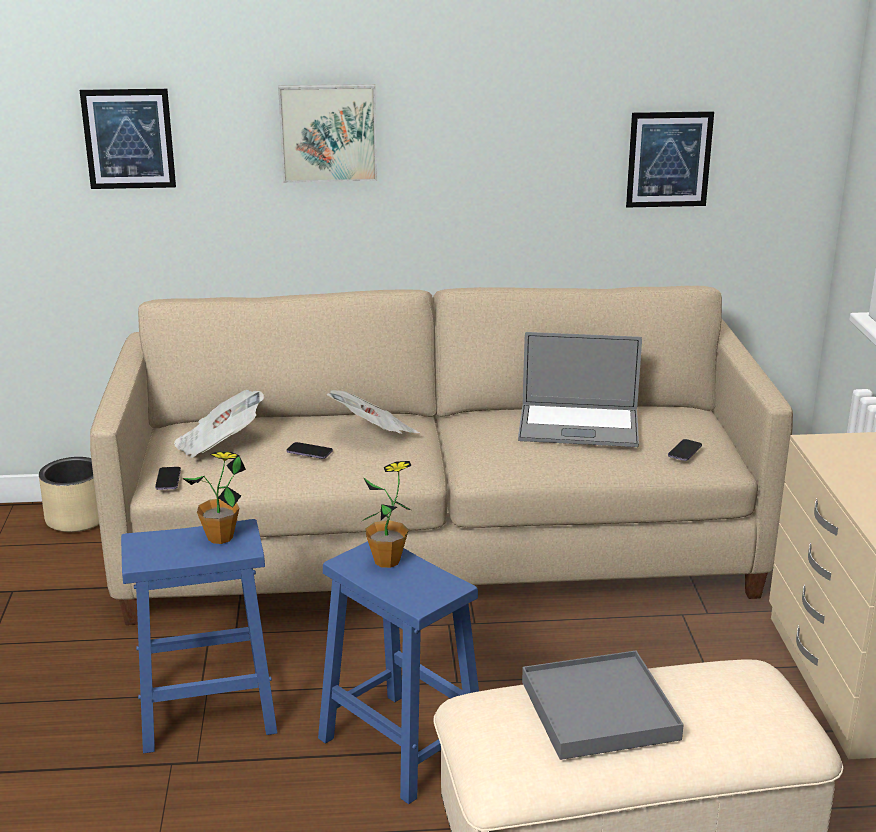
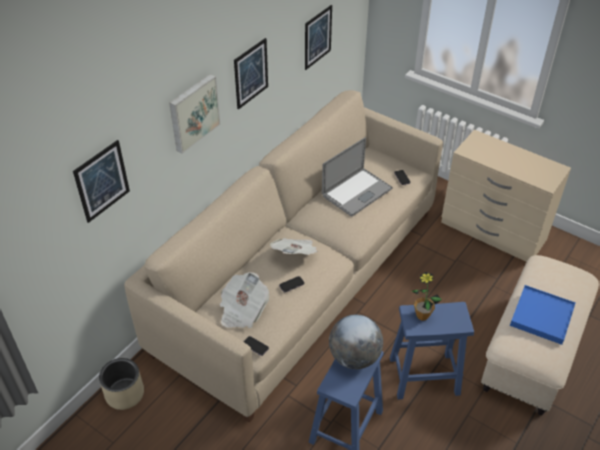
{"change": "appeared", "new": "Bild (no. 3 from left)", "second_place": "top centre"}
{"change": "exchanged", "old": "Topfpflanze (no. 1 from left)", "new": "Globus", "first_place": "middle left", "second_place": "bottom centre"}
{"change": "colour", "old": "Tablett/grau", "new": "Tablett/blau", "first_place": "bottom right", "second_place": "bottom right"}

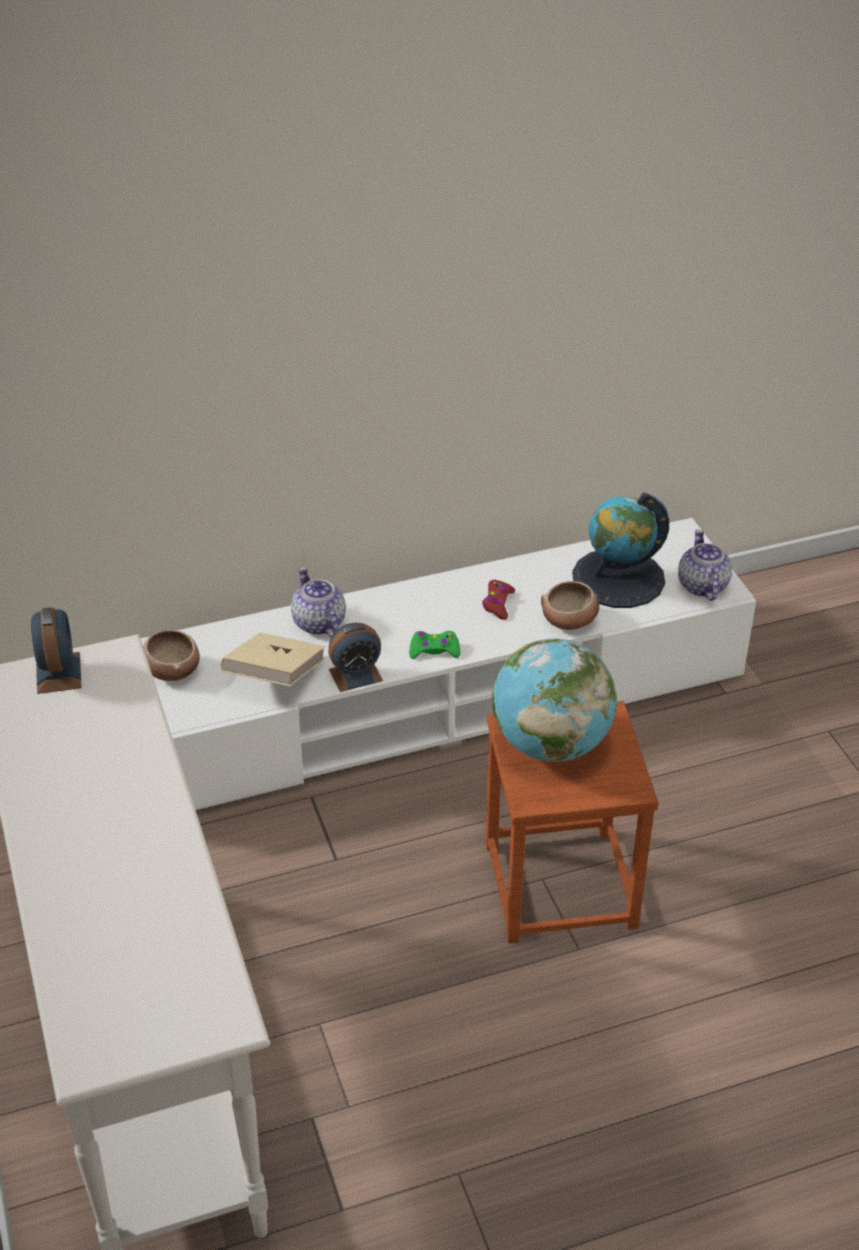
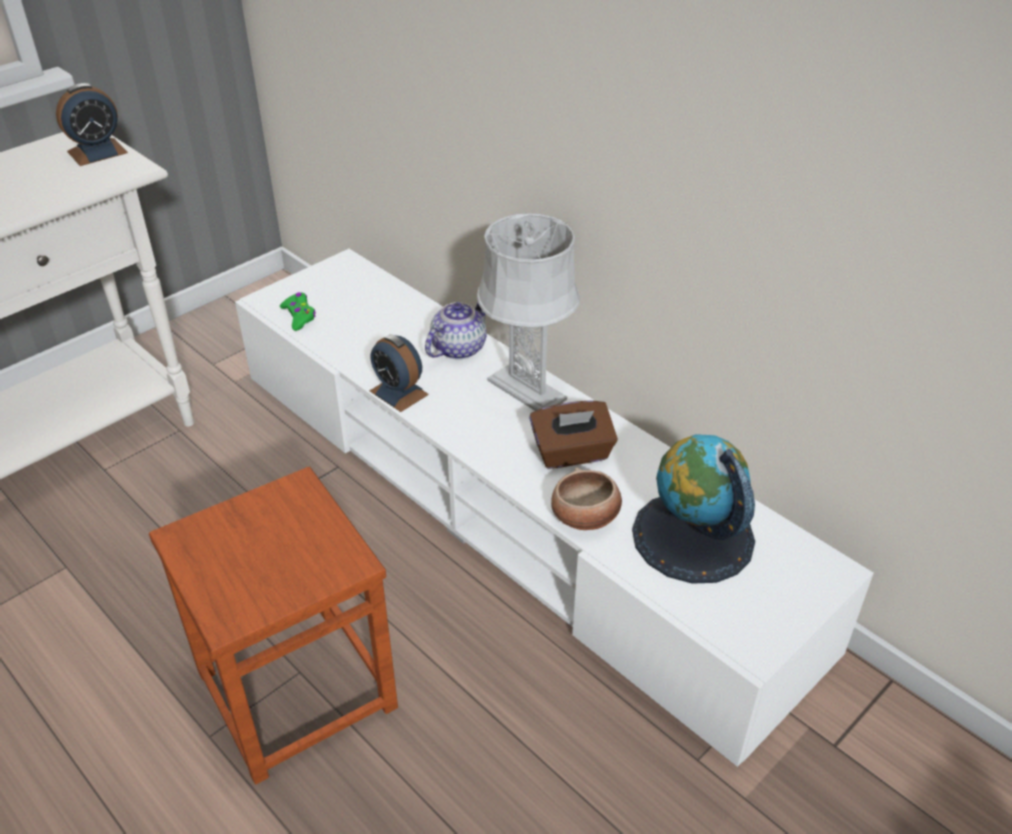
{"change": "missing", "old": "Schüssel (no. 1 from left)", "first_place": "middle left"}
{"change": "missing", "old": "Buch/beige", "first_place": "middle left"}
{"change": "missing", "old": "Globus (no. 1 from left)", "first_place": "centre"}
{"change": "missing", "old": "Teekanne (no. 2 from left)", "first_place": "middle right"}
{"change": "appeared", "new": "Tischlampe/grau", "second_place": "centre"}
{"change": "relocated", "old": "Gamepad/grün", "first_place": "centre", "second_place": "middle left"}
{"change": "exchanged", "old": "Gamepad/rot", "new": "Taschentuchbox/braun", "first_place": "centre", "second_place": "centre"}

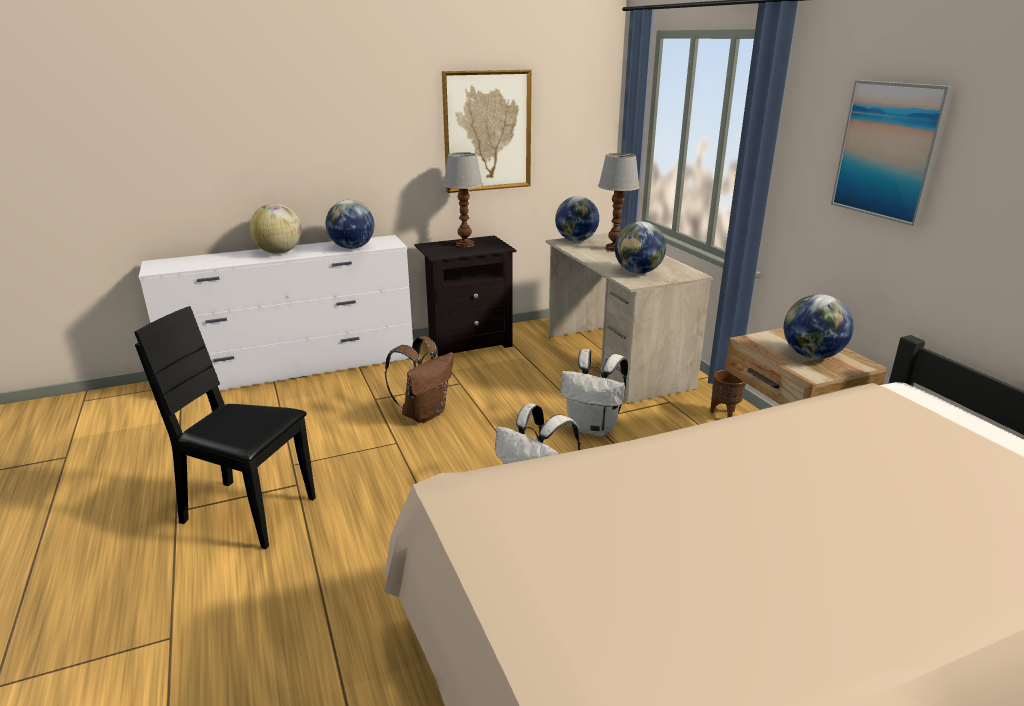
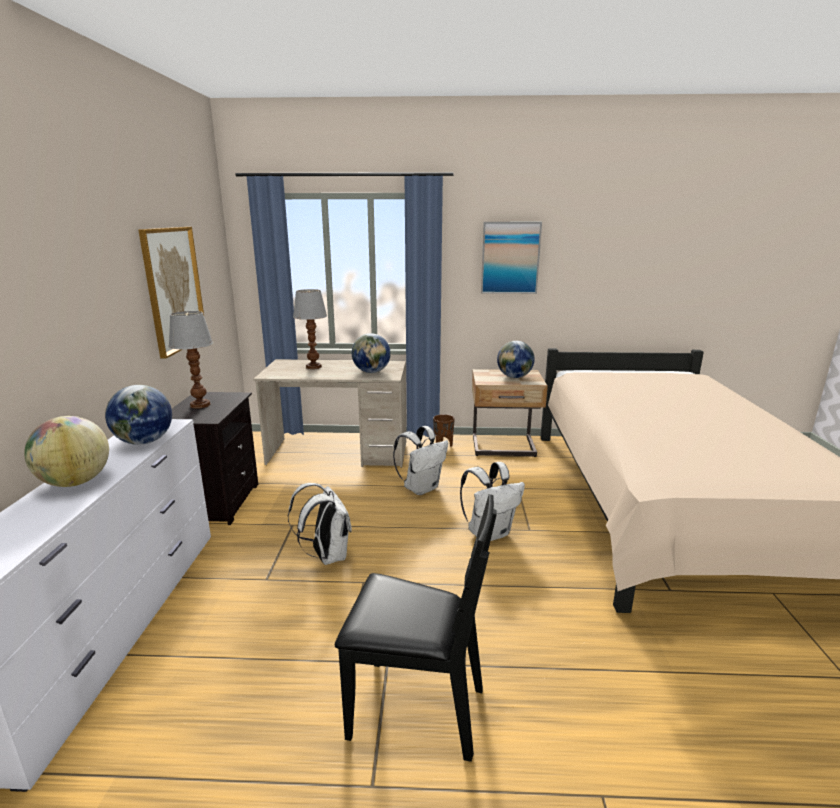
{"change": "missing", "old": "Globus (no. 3 from left)", "first_place": "top centre"}
{"change": "colour", "old": "Rucksack/braun", "new": "Rucksack/weiß (no. 1 from left)", "first_place": "centre", "second_place": "centre"}
{"change": "spun", "old": "Stuhl/schwarz", "first_place": "middle left", "second_place": "bottom centre", "degrees": -120}

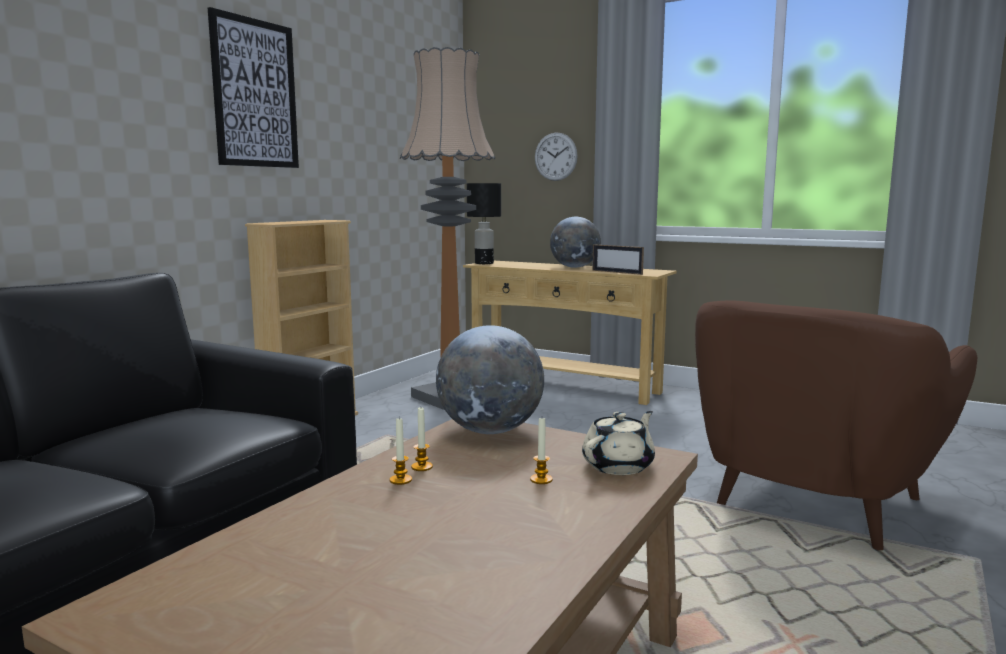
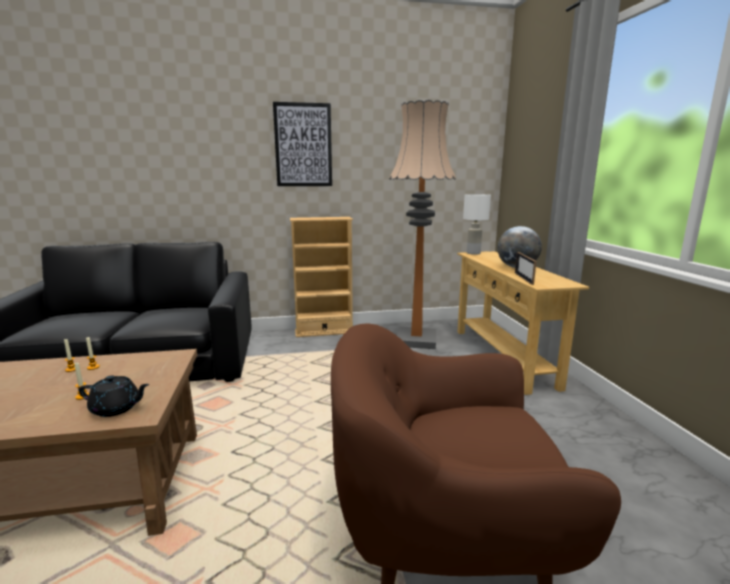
{"change": "missing", "old": "Globus (no. 1 from left)", "first_place": "centre"}
{"change": "missing", "old": "Wanduhr", "first_place": "top centre"}
{"change": "colour", "old": "Tischlampe/schwarz", "new": "Tischlampe/weiß", "first_place": "centre", "second_place": "centre"}
{"change": "colour", "old": "Teekanne/beige", "new": "Teekanne/schwarz", "first_place": "bottom centre", "second_place": "bottom left"}

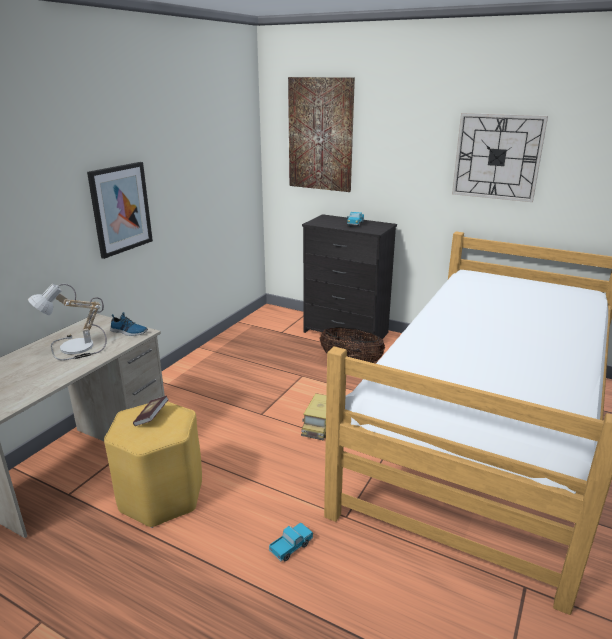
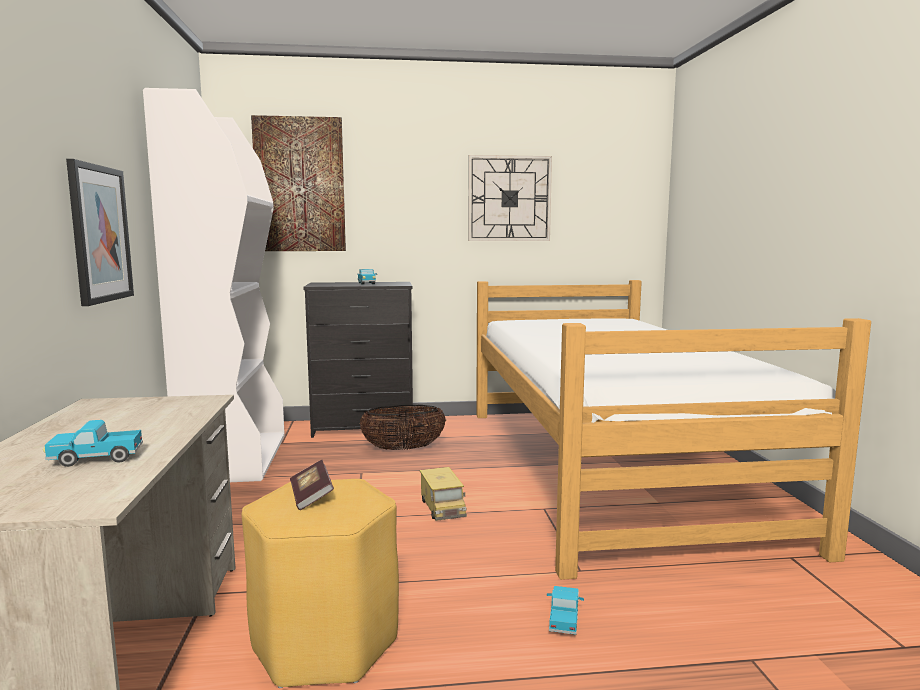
{"change": "missing", "old": "Tischlampe", "first_place": "middle left"}
{"change": "missing", "old": "Schuh", "first_place": "middle left"}
{"change": "appeared", "new": "Spielzeuglaster (no. 1 from left)", "second_place": "middle left"}
{"change": "appeared", "new": "Bücherregal/weiß", "second_place": "middle left"}

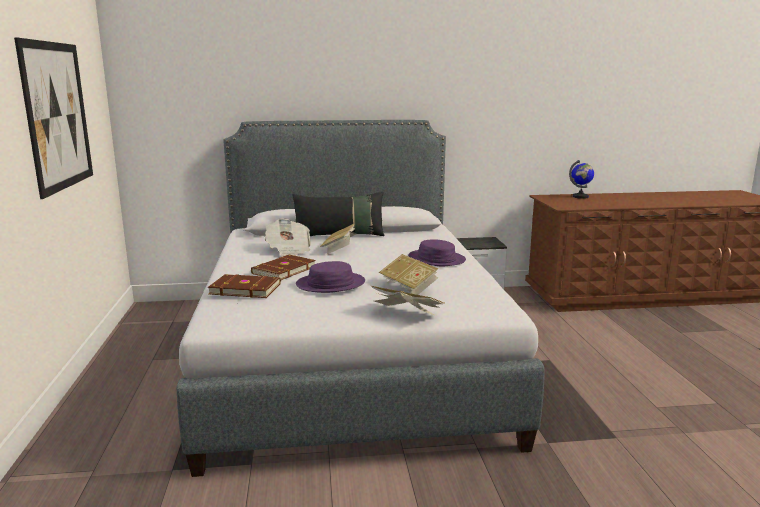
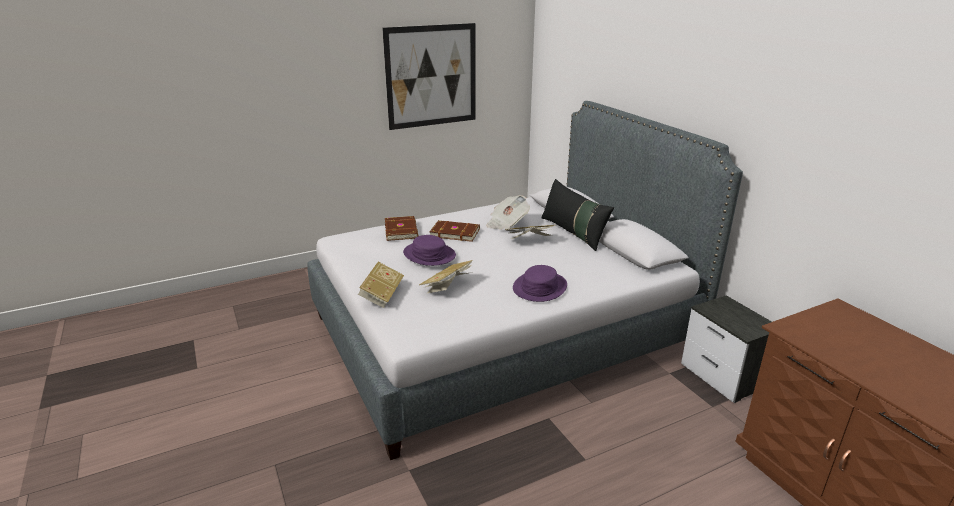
{"change": "missing", "old": "Globus", "first_place": "middle right"}

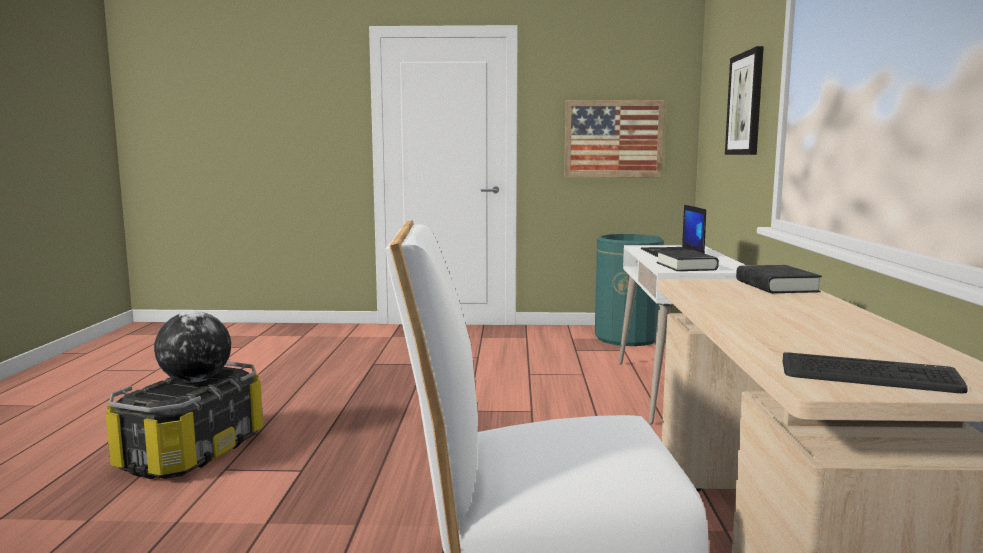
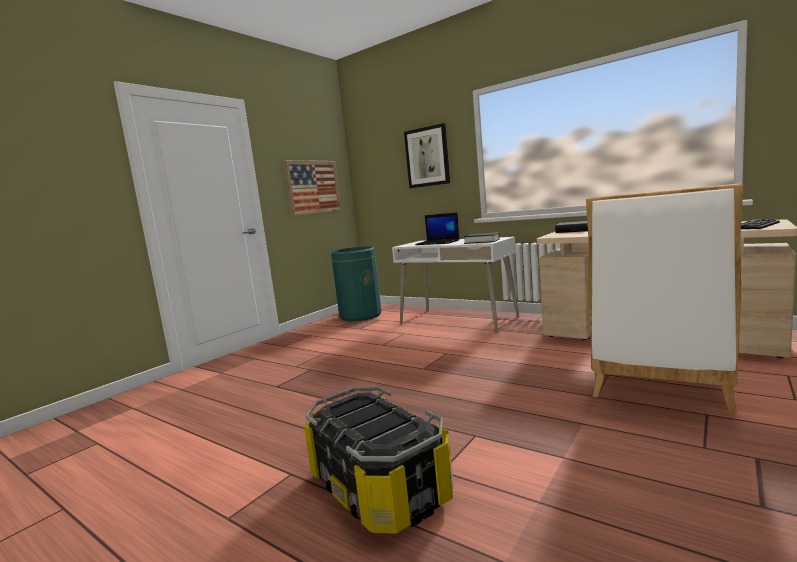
{"change": "missing", "old": "Globus", "first_place": "middle left"}

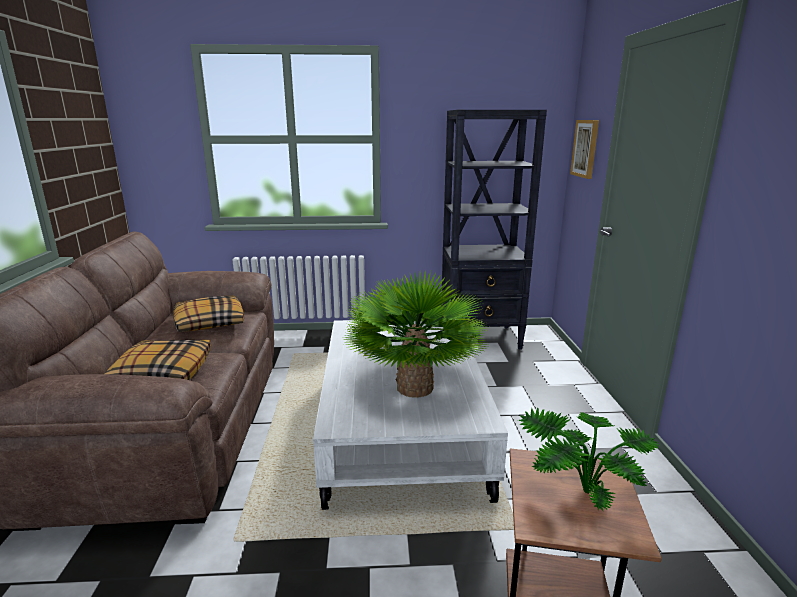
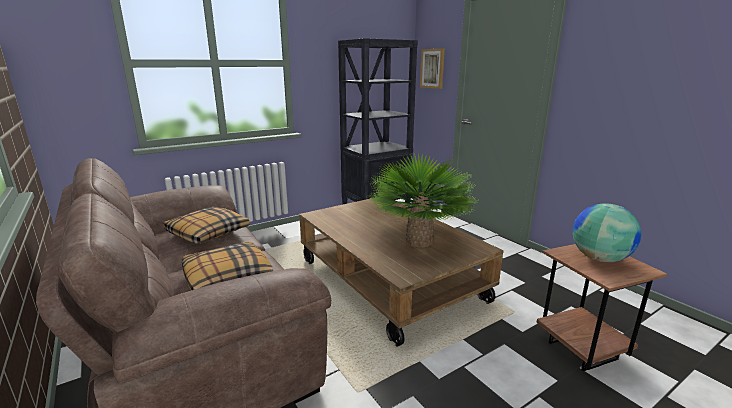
{"change": "exchanged", "old": "Topfpflanze (no. 2 from left)", "new": "Globus", "first_place": "bottom right", "second_place": "middle right"}
{"change": "colour", "old": "Couchtisch/weiß", "new": "Couchtisch/braun", "first_place": "bottom centre", "second_place": "bottom centre"}

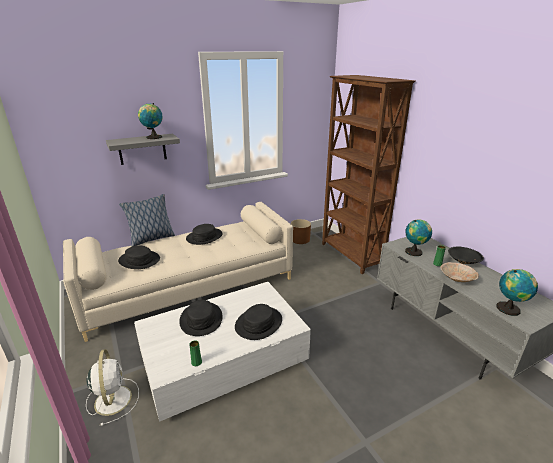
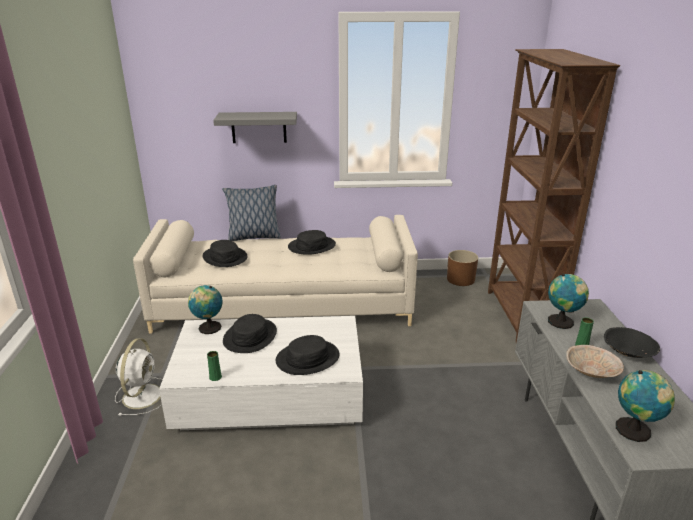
{"change": "relocated", "old": "Globus (no. 1 from left)", "first_place": "top left", "second_place": "middle left"}

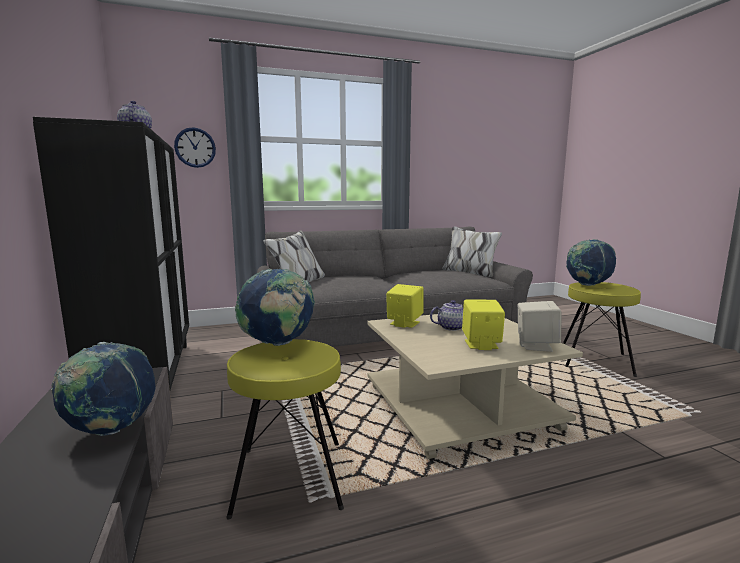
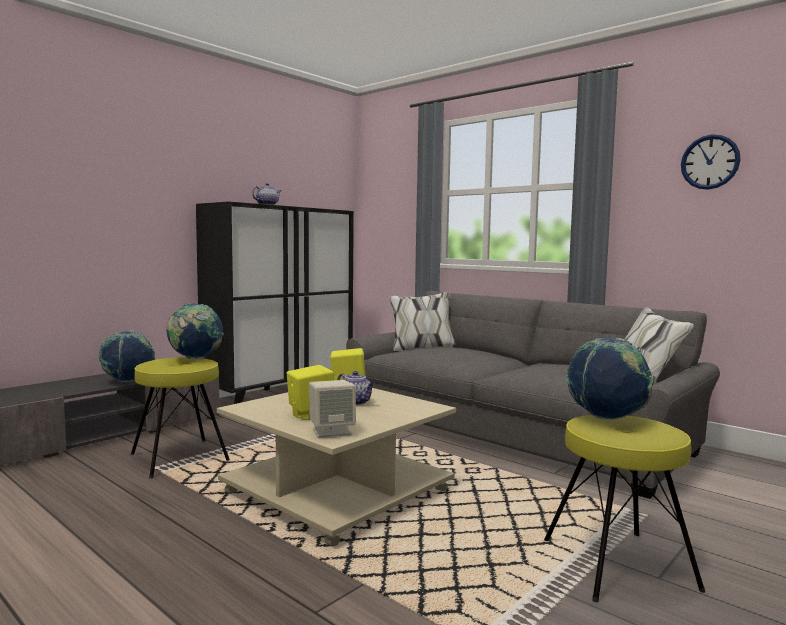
{"change": "relocated", "old": "Wanduhr", "first_place": "top left", "second_place": "top right"}

